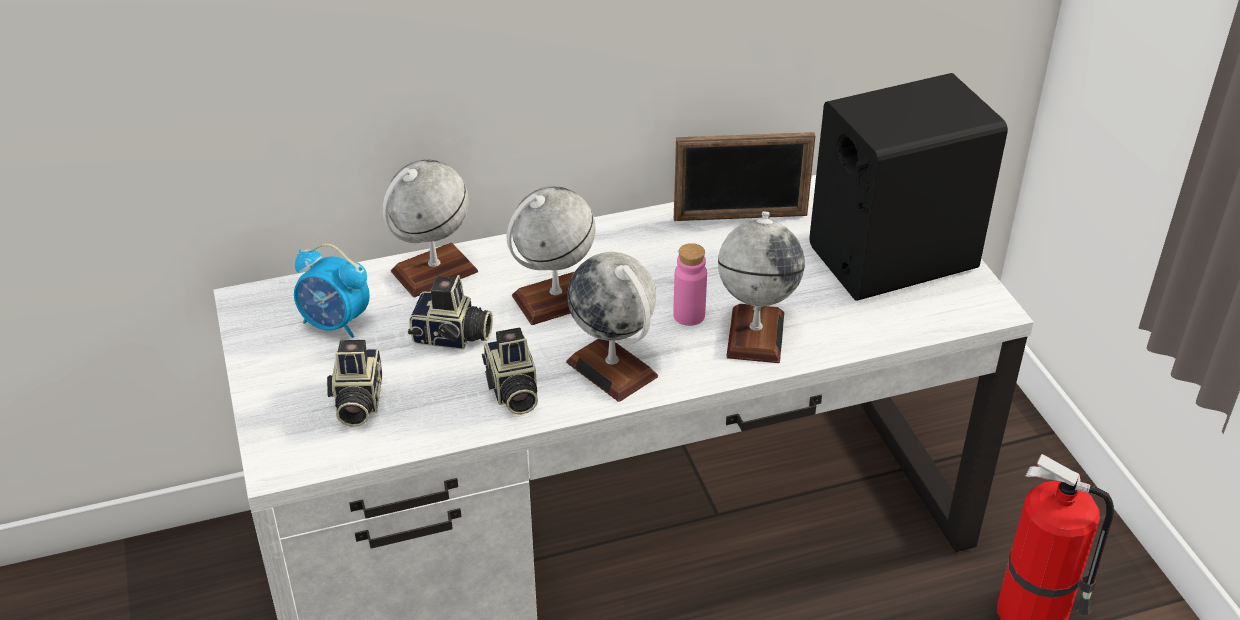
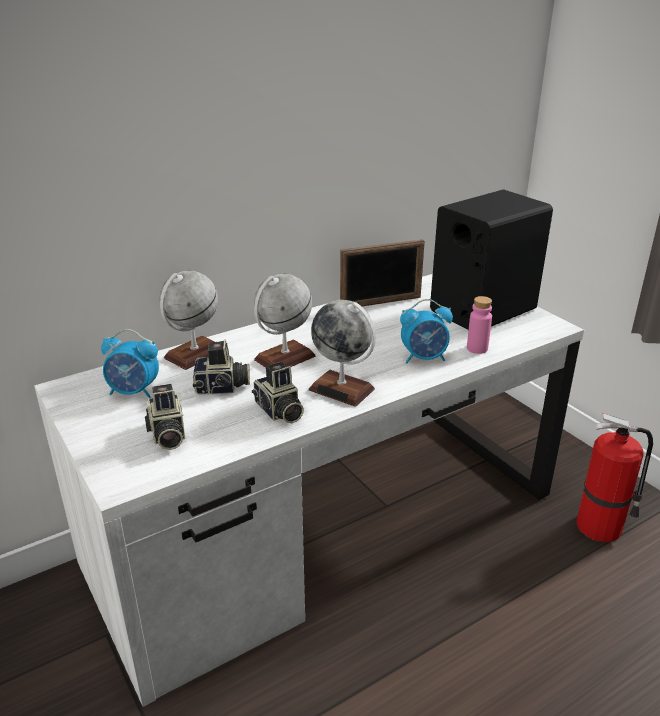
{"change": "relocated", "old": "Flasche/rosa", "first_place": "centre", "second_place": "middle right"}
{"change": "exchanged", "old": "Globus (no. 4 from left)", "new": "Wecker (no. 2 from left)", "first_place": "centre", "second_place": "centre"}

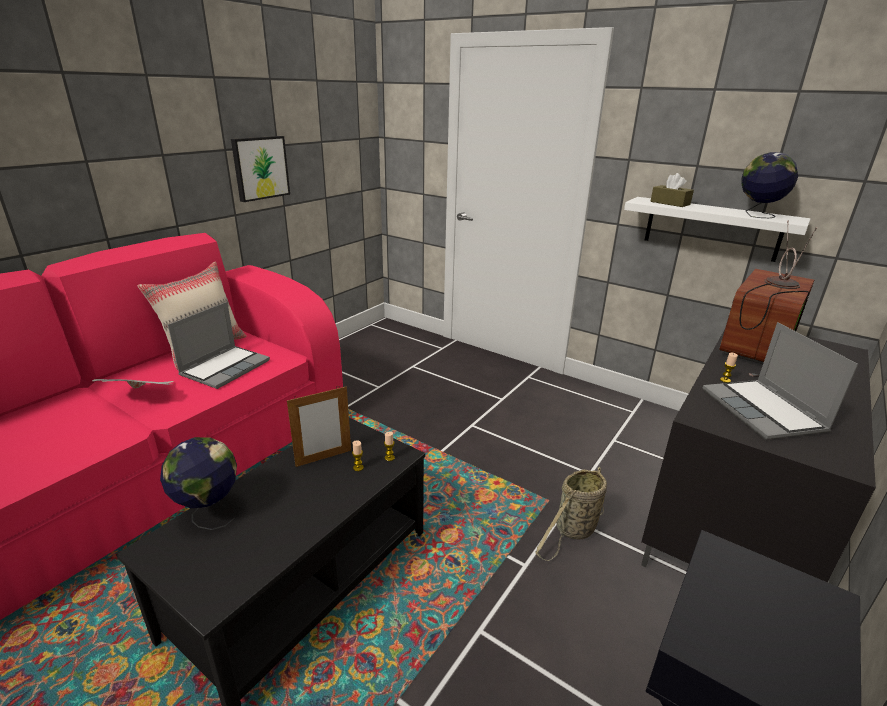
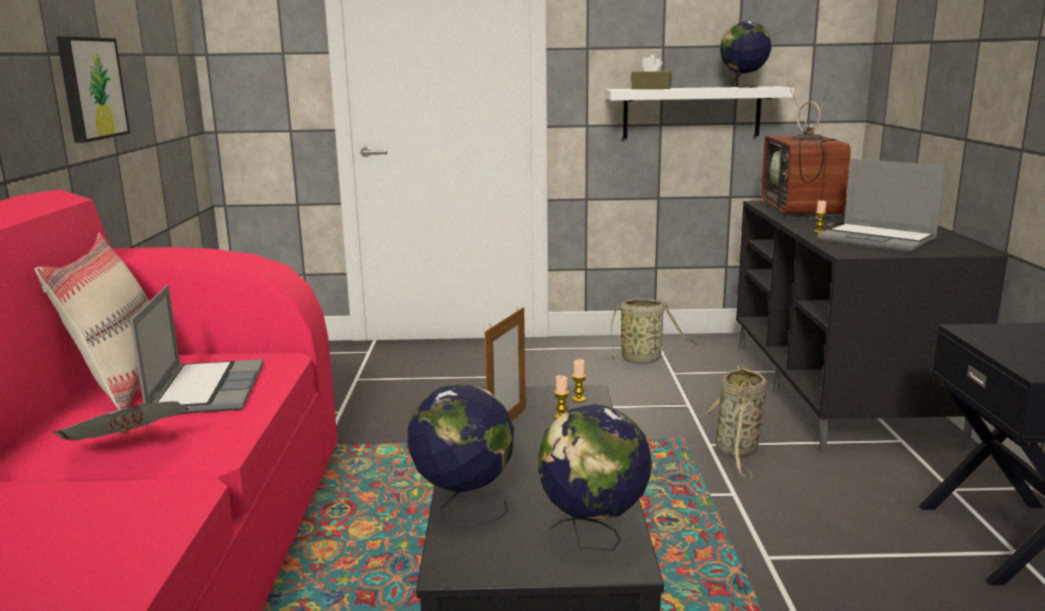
{"change": "appeared", "new": "Globus (no. 2 from left)", "second_place": "bottom centre"}
{"change": "appeared", "new": "Korb (no. 1 from left)", "second_place": "centre"}

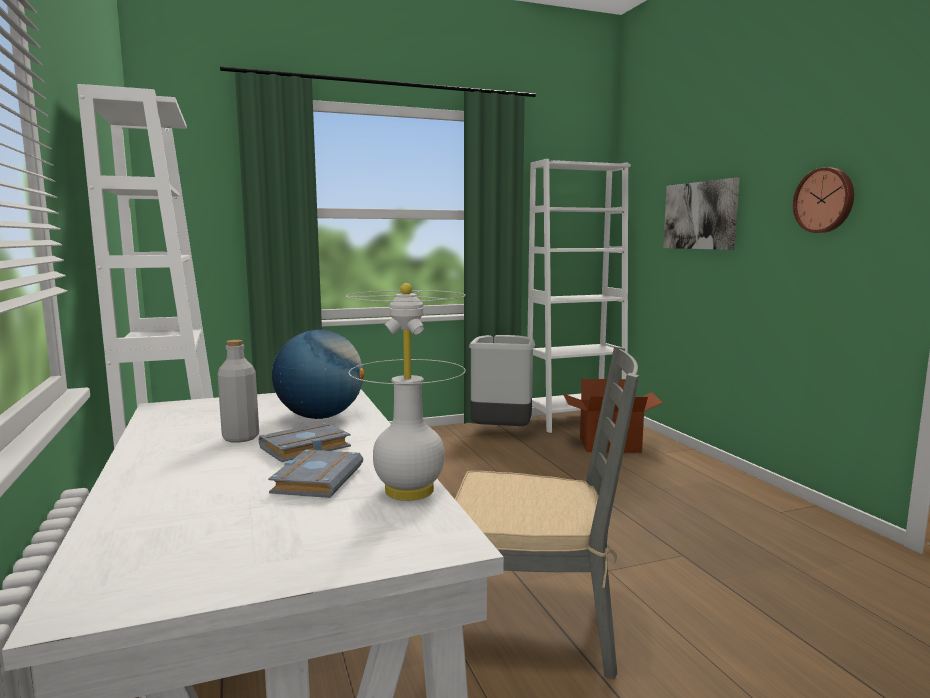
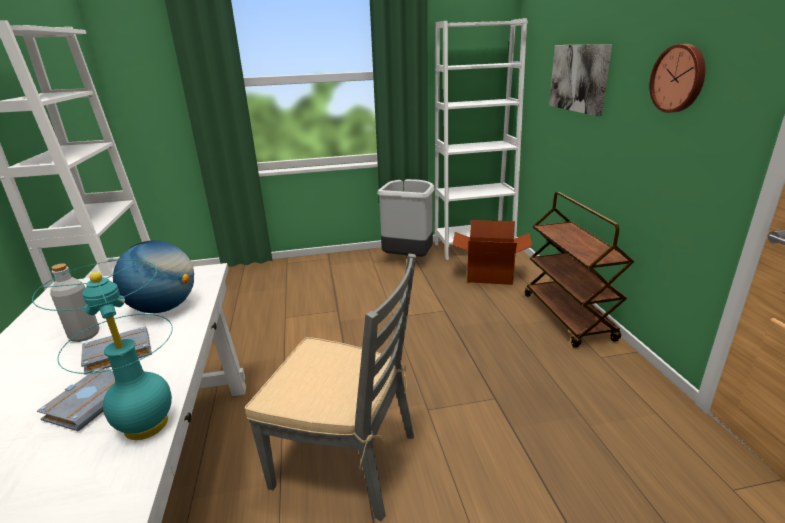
{"change": "appeared", "new": "Rollwagen/braun", "second_place": "middle right"}
{"change": "colour", "old": "Tischlampe/weiß", "new": "Tischlampe/türkis", "first_place": "centre", "second_place": "bottom left"}

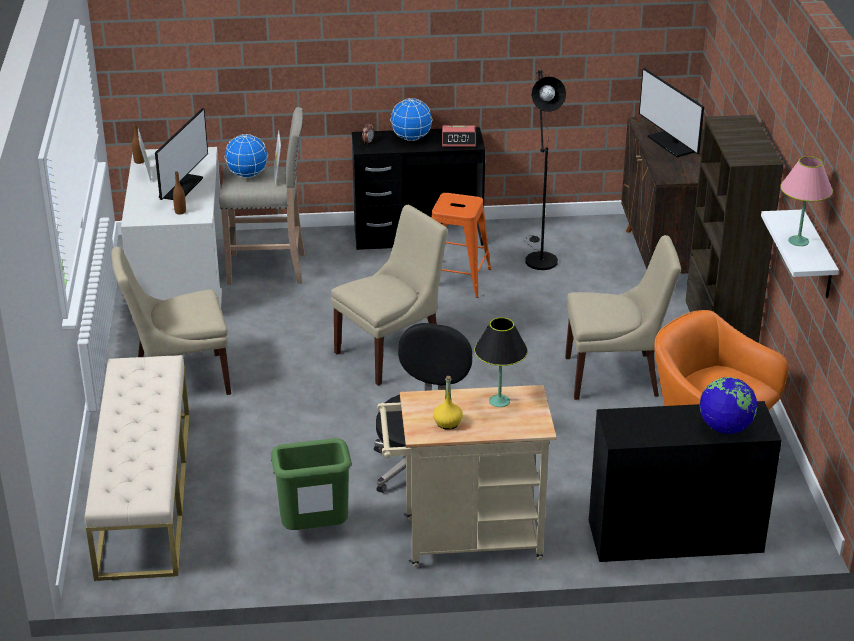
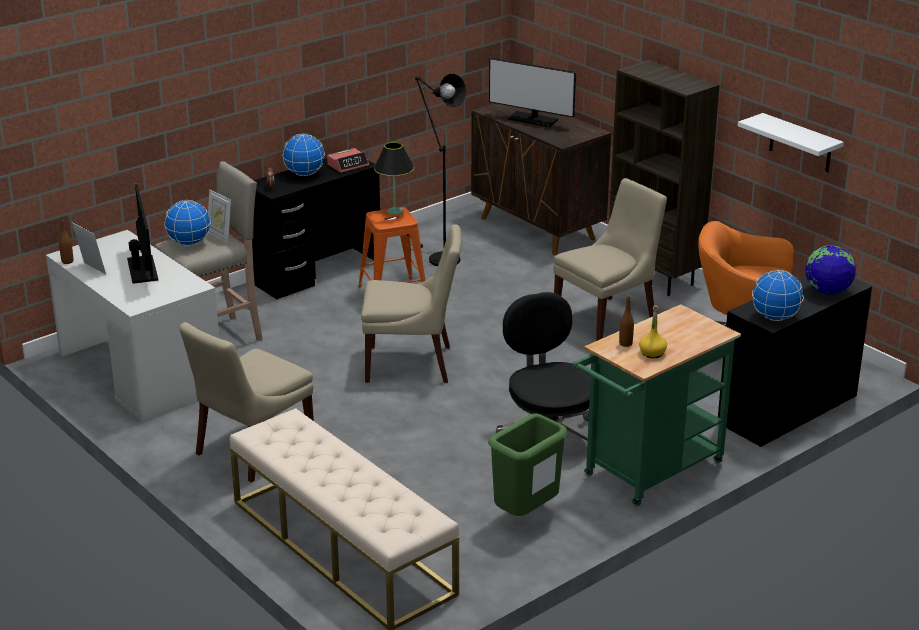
{"change": "missing", "old": "Tischlampe/rosa", "first_place": "top right"}
{"change": "appeared", "new": "Globus (no. 3 from left)", "second_place": "middle right"}
{"change": "relocated", "old": "Flasche/braun (no. 2 from left)", "first_place": "top left", "second_place": "middle right"}
{"change": "relocated", "old": "Tischlampe/schwarz", "first_place": "centre", "second_place": "top centre"}
{"change": "colour", "old": "Rollwagen/beige", "new": "Rollwagen/grün", "first_place": "bottom centre", "second_place": "middle right"}
{"change": "spun", "old": "Stuhl/beige (no. 2 from left)", "first_place": "centre", "second_place": "centre", "degrees": 75}

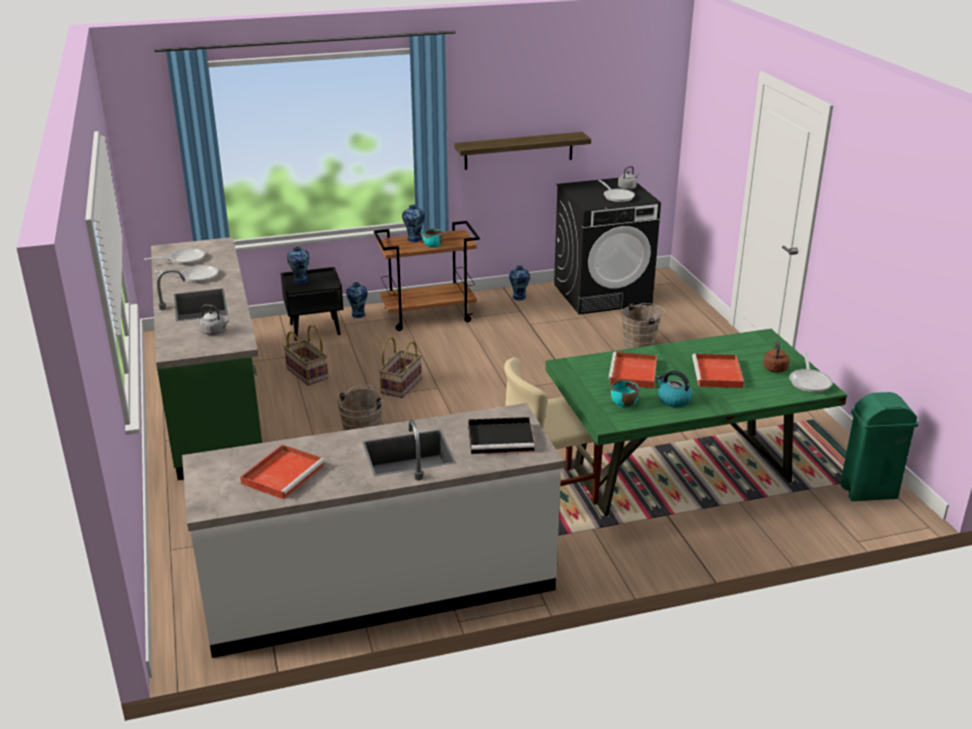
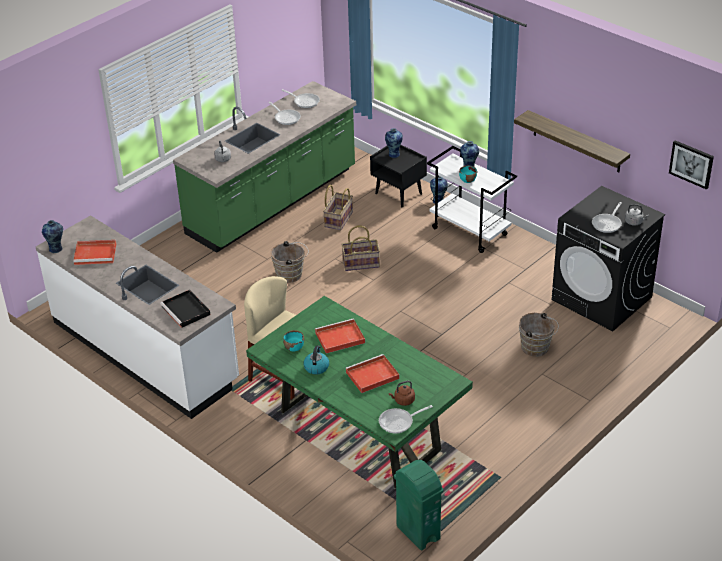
{"change": "appeared", "new": "Bild", "second_place": "top right"}
{"change": "relocated", "old": "Vase (no. 4 from left in the first image)", "new": "Vase (no. 1 from left)", "first_place": "centre", "second_place": "middle left"}
{"change": "colour", "old": "Rollwagen/braun", "new": "Rollwagen/weiß", "first_place": "centre", "second_place": "centre"}

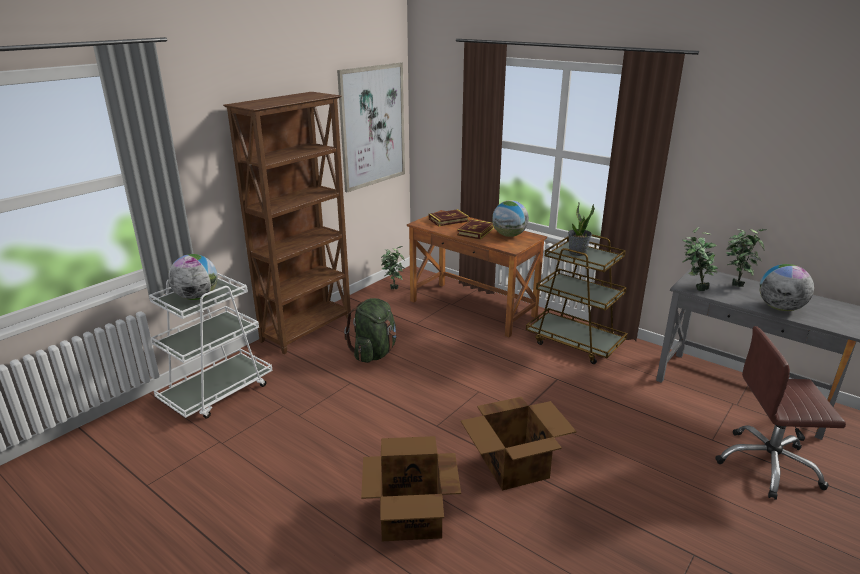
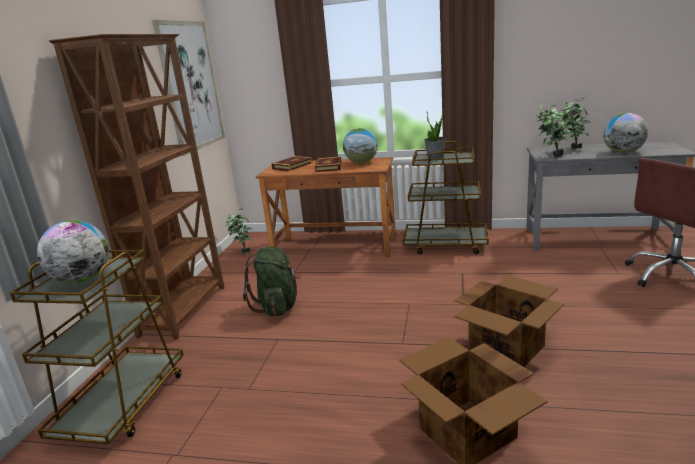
{"change": "colour", "old": "Rollwagen/weiß", "new": "Rollwagen/braun (no. 1 from left)", "first_place": "middle left", "second_place": "bottom left"}

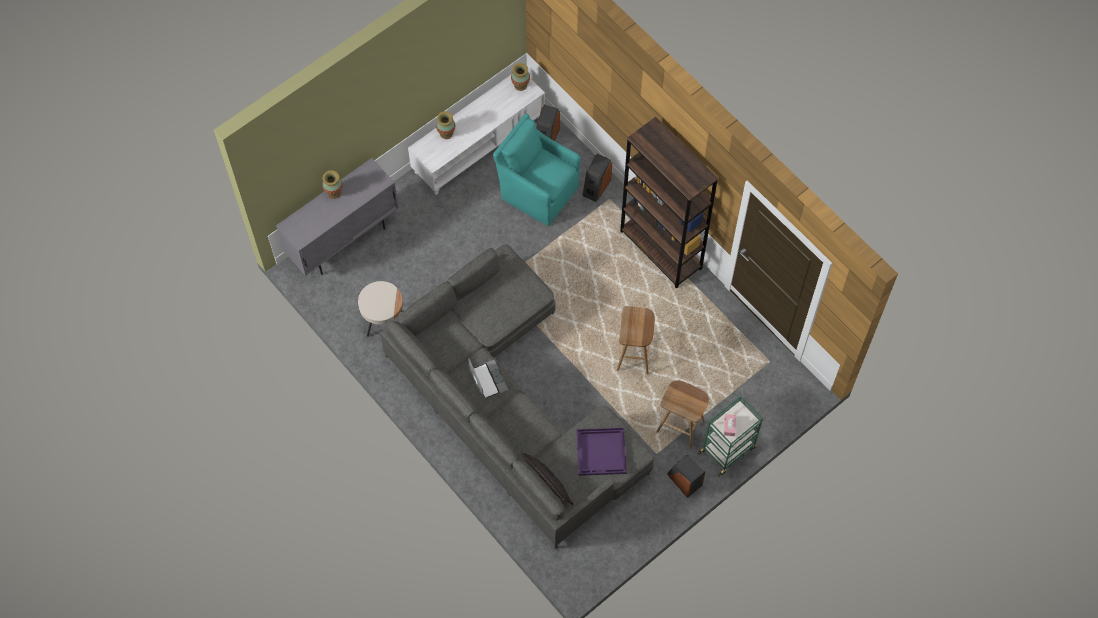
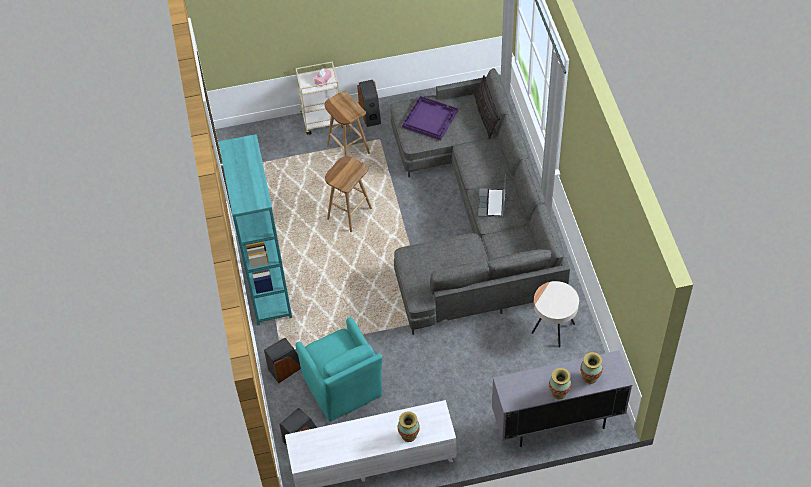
{"change": "relocated", "old": "Vase (no. 3 from left)", "first_place": "top centre", "second_place": "bottom right"}
{"change": "colour", "old": "Bücherregal/braun", "new": "Bücherregal/türkis", "first_place": "top centre", "second_place": "middle left"}
{"change": "colour", "old": "Rollwagen/grün", "new": "Rollwagen/beige", "first_place": "bottom centre", "second_place": "top centre"}

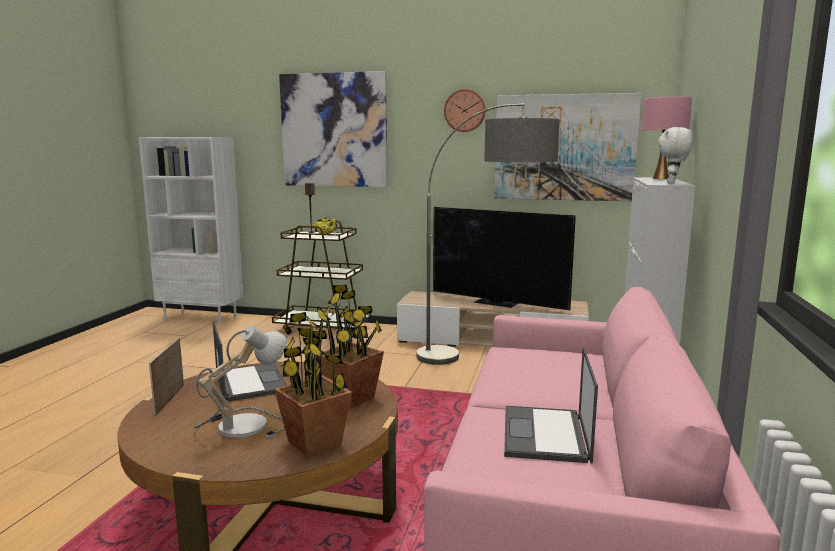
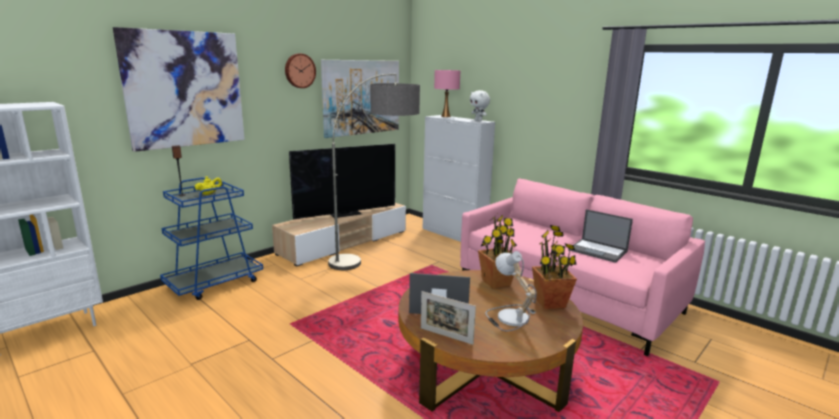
{"change": "colour", "old": "Rollwagen/braun", "new": "Rollwagen/blau", "first_place": "centre", "second_place": "middle left"}

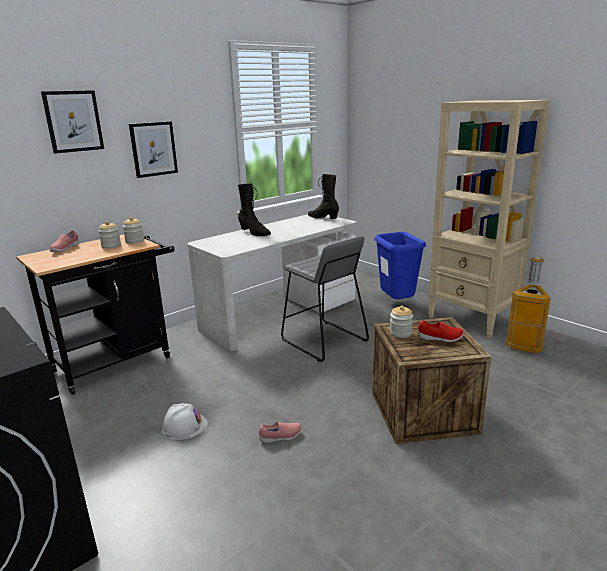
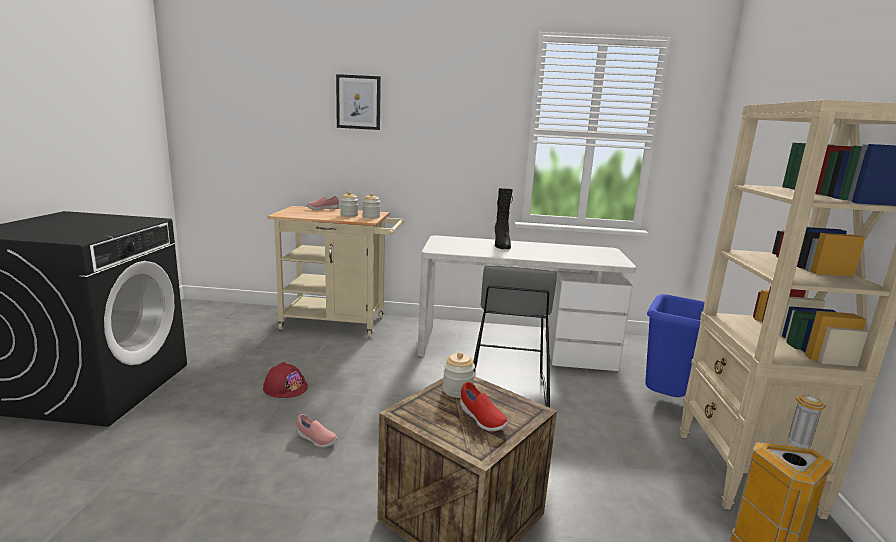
{"change": "missing", "old": "Bild (no. 2 from left)", "first_place": "top left"}
{"change": "missing", "old": "Stiefel/schwarz (no. 2 from left)", "first_place": "centre"}
{"change": "colour", "old": "Rollwagen/schwarz", "new": "Rollwagen/beige", "first_place": "middle left", "second_place": "centre"}
{"change": "colour", "old": "Schutzhelm/weiß", "new": "Schutzhelm/rot", "first_place": "bottom left", "second_place": "bottom left"}

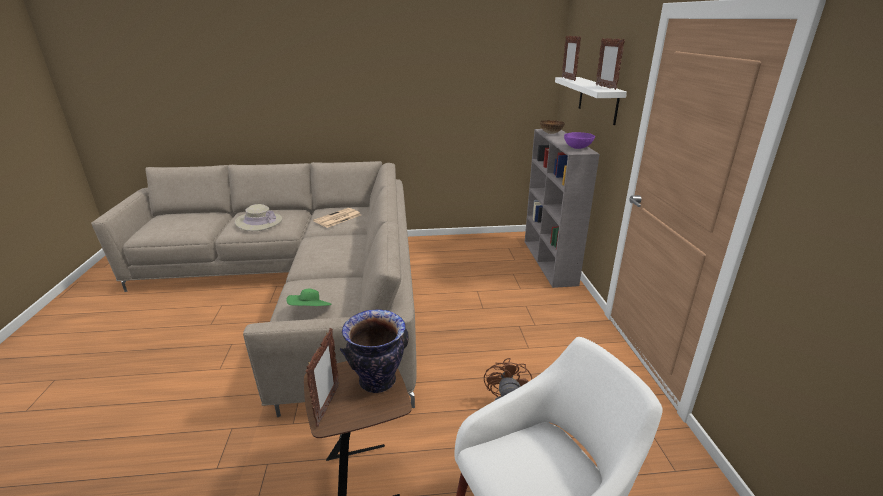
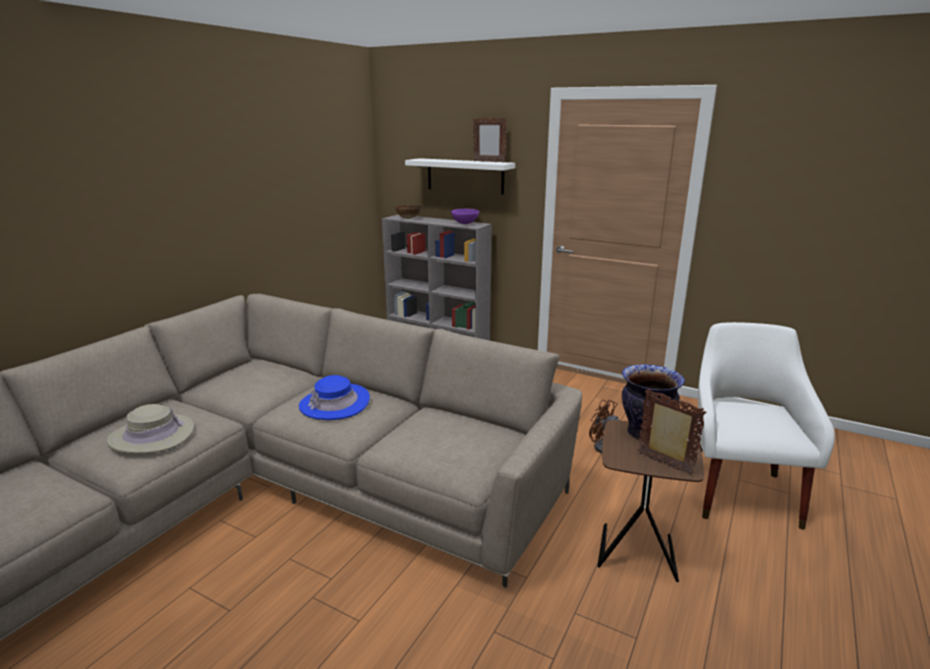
{"change": "missing", "old": "Hut/grün", "first_place": "centre"}
{"change": "missing", "old": "Zeitung", "first_place": "centre"}
{"change": "missing", "old": "Bilderrahmen (no. 2 from left)", "first_place": "top centre"}
{"change": "appeared", "new": "Hut/blau", "second_place": "centre"}

